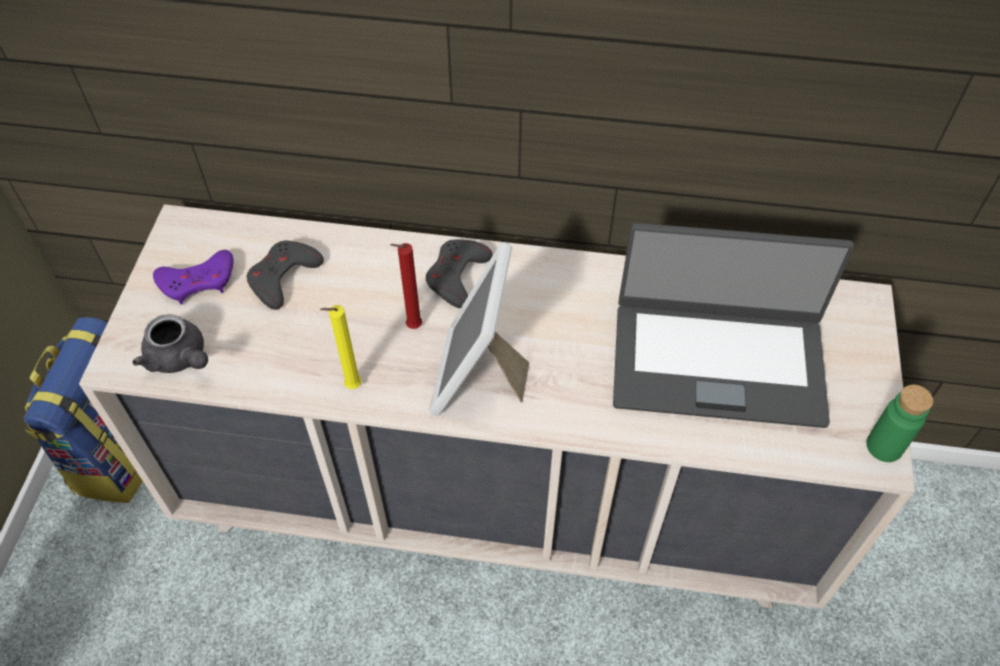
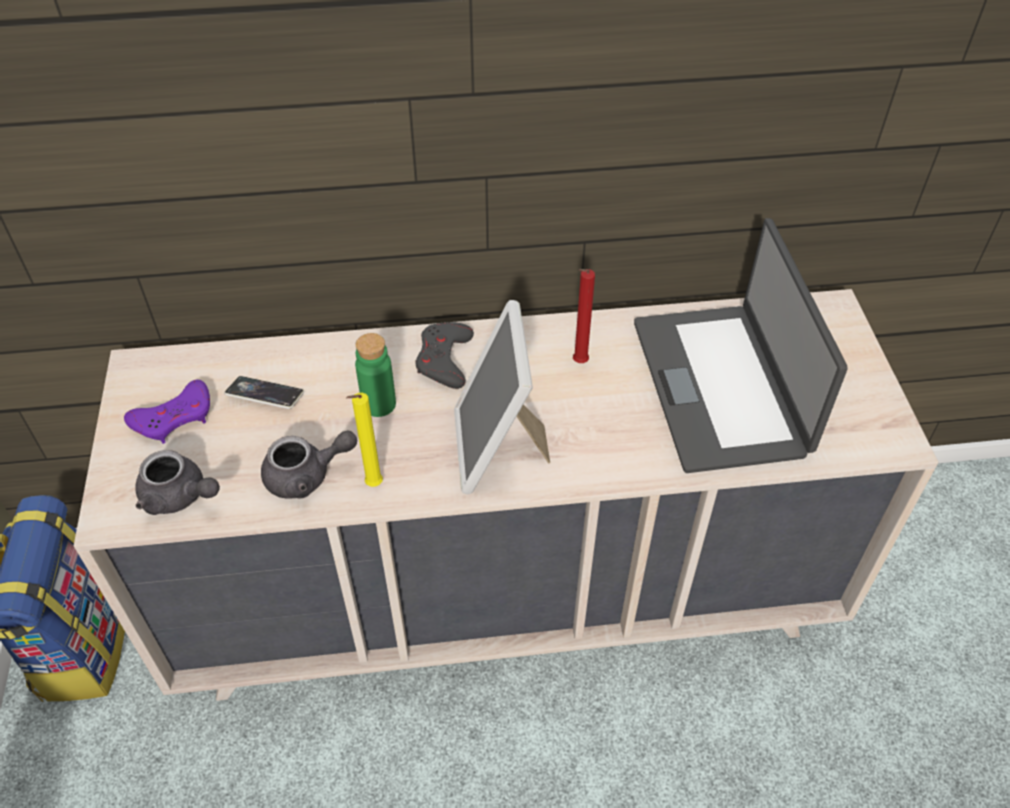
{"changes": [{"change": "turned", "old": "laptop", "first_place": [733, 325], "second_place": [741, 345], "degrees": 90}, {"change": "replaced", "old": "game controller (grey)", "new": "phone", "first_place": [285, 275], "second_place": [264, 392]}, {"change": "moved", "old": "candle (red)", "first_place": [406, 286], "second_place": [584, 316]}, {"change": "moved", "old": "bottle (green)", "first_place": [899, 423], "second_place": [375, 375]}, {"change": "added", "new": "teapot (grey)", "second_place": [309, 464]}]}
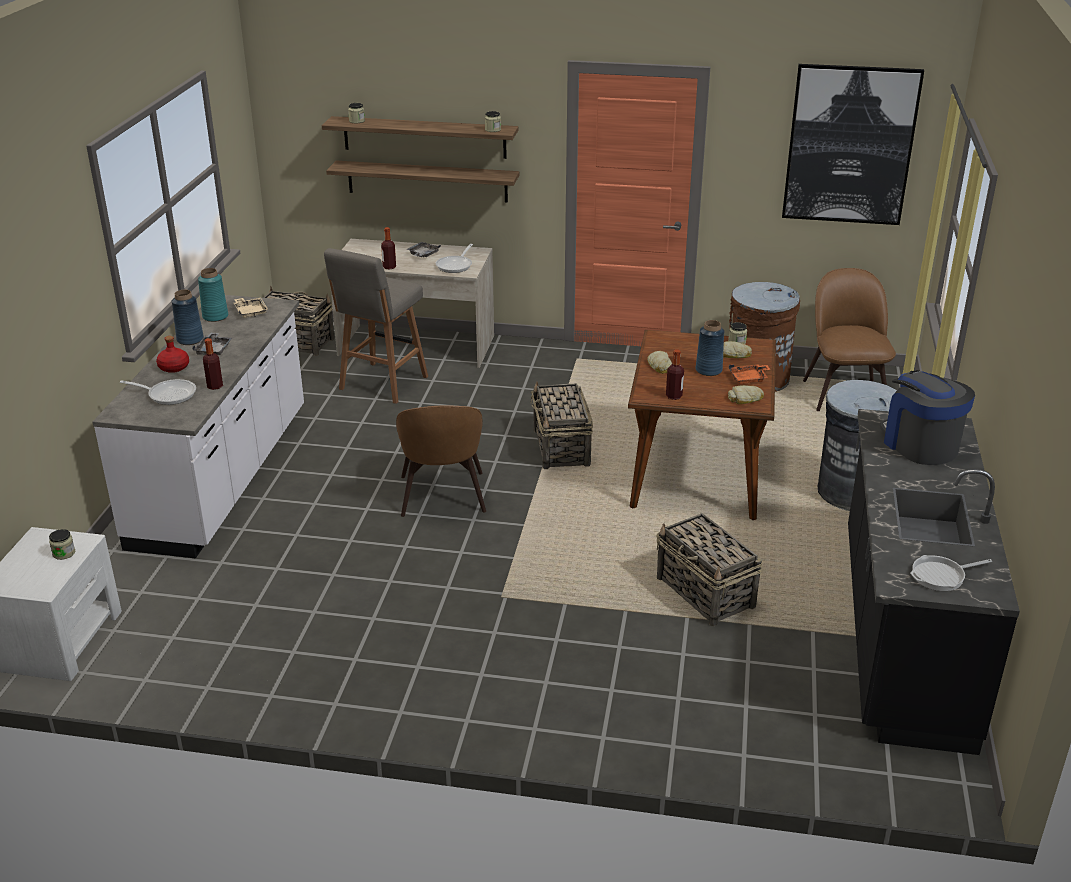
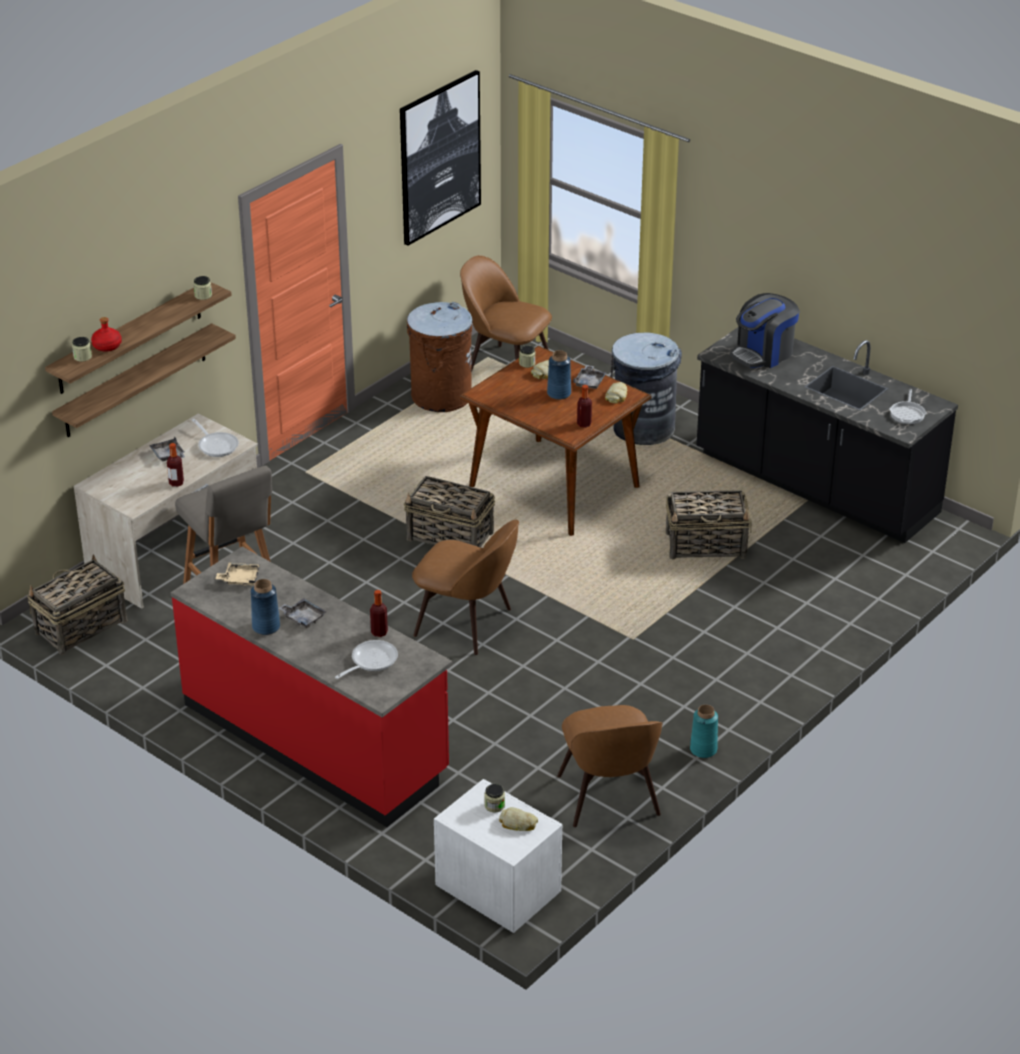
{"changes": [{"change": "moved", "old": "vase (turquoise)", "first_place": [213, 295], "second_place": [704, 731]}, {"change": "recoloured", "old": "counter (white)", "new": "counter (red)", "first_place": [198, 426], "second_place": [311, 687]}, {"change": "moved", "old": "bottle (red)", "first_place": [172, 354], "second_place": [106, 334]}, {"change": "moved", "old": "bread", "first_place": [659, 362], "second_place": [518, 819]}, {"change": "recoloured", "old": "tray (orange)", "new": "tray (grey)", "first_place": [750, 374], "second_place": [590, 377]}, {"change": "turned", "old": "coffee machine", "first_place": [927, 417], "second_place": [765, 330], "degrees": -45}, {"change": "added", "new": "chair (brown)", "second_place": [610, 766]}]}
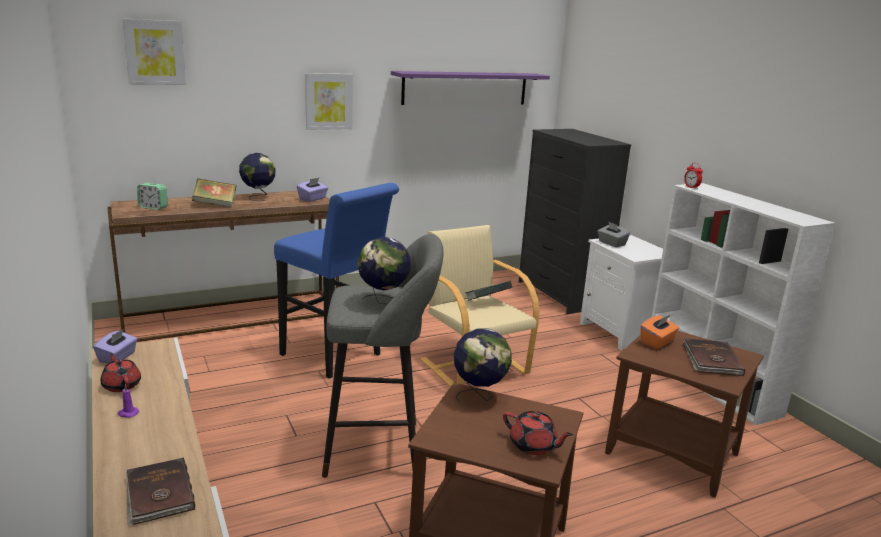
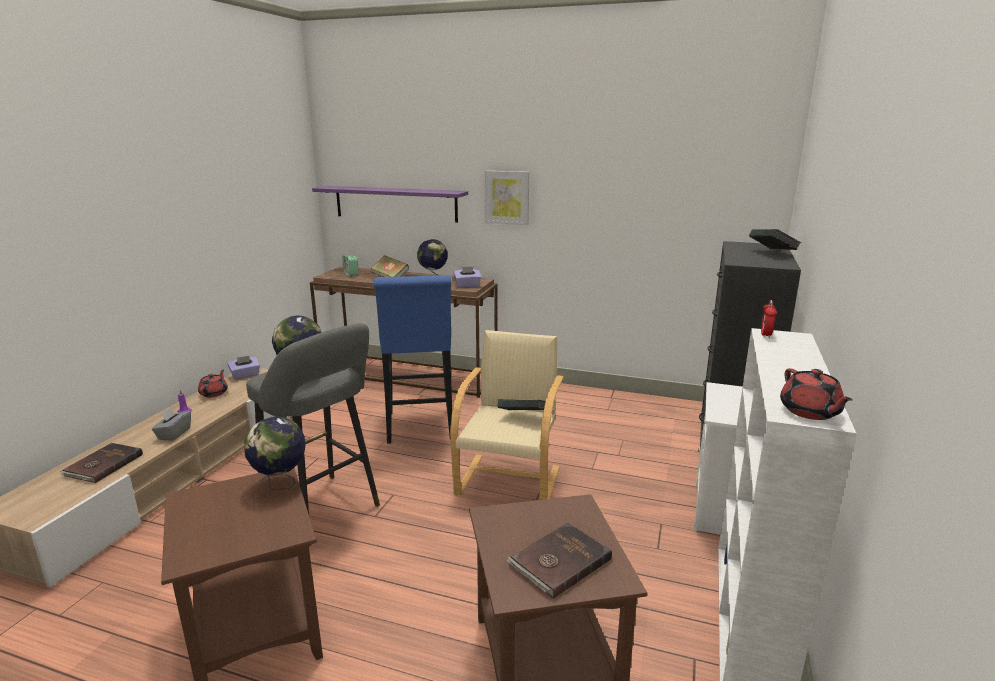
{"changes": [{"change": "removed", "old": "picture", "first_place": [154, 52]}, {"change": "moved", "old": "shelf (purple)", "first_place": [470, 88], "second_place": [390, 204]}, {"change": "moved", "old": "tissue box (grey)", "first_place": [613, 234], "second_place": [171, 424]}, {"change": "removed", "old": "tissue box (orange)", "first_place": [659, 332]}, {"change": "moved", "old": "teapot (red)", "first_place": [538, 433], "second_place": [816, 394]}, {"change": "added", "new": "book", "second_place": [775, 239]}]}
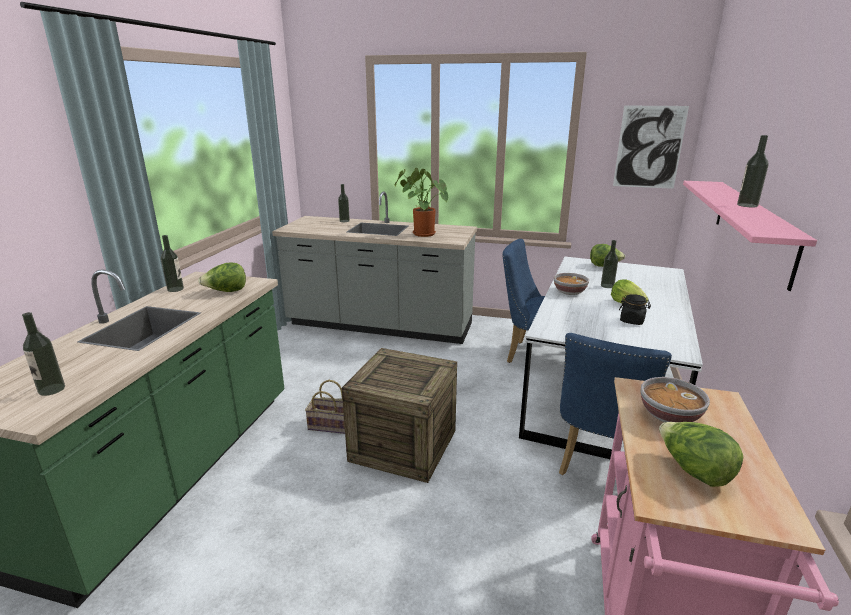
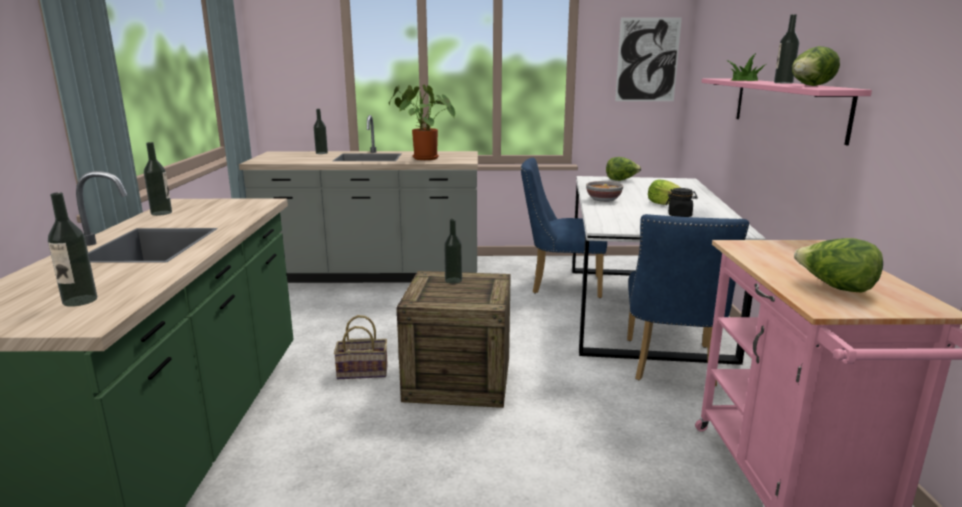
{"changes": [{"change": "moved", "old": "bottle", "first_place": [609, 264], "second_place": [453, 251]}, {"change": "moved", "old": "lettuce", "first_place": [222, 277], "second_place": [816, 66]}, {"change": "removed", "old": "bowl", "first_place": [675, 399]}, {"change": "added", "new": "potted plant", "second_place": [746, 67]}]}
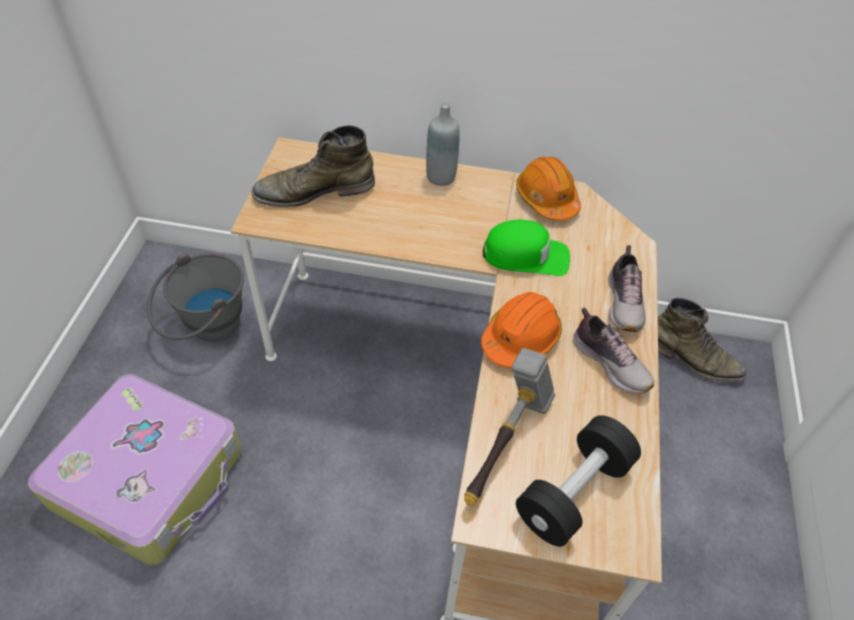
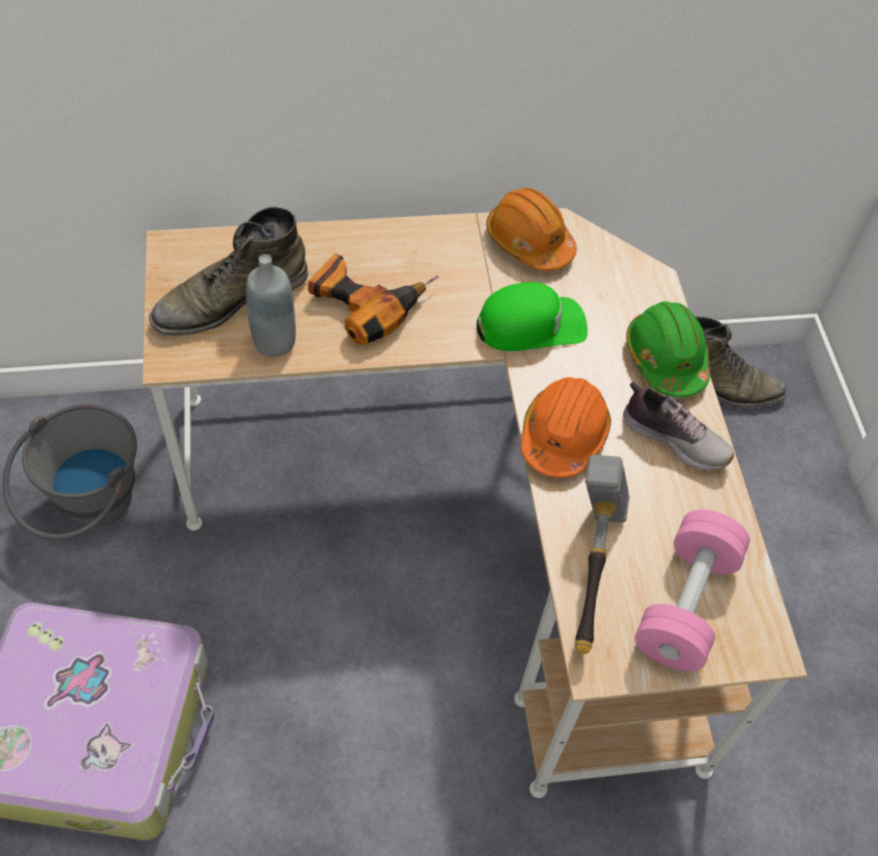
{"changes": [{"change": "moved", "old": "bottle (grey)", "first_place": [443, 144], "second_place": [271, 305]}, {"change": "replaced", "old": "shoe", "new": "hard hat (green)", "first_place": [627, 288], "second_place": [668, 349]}, {"change": "recoloured", "old": "dumbbell (black)", "new": "dumbbell (pink)", "first_place": [578, 481], "second_place": [692, 590]}, {"change": "added", "new": "power drill", "second_place": [373, 299]}]}
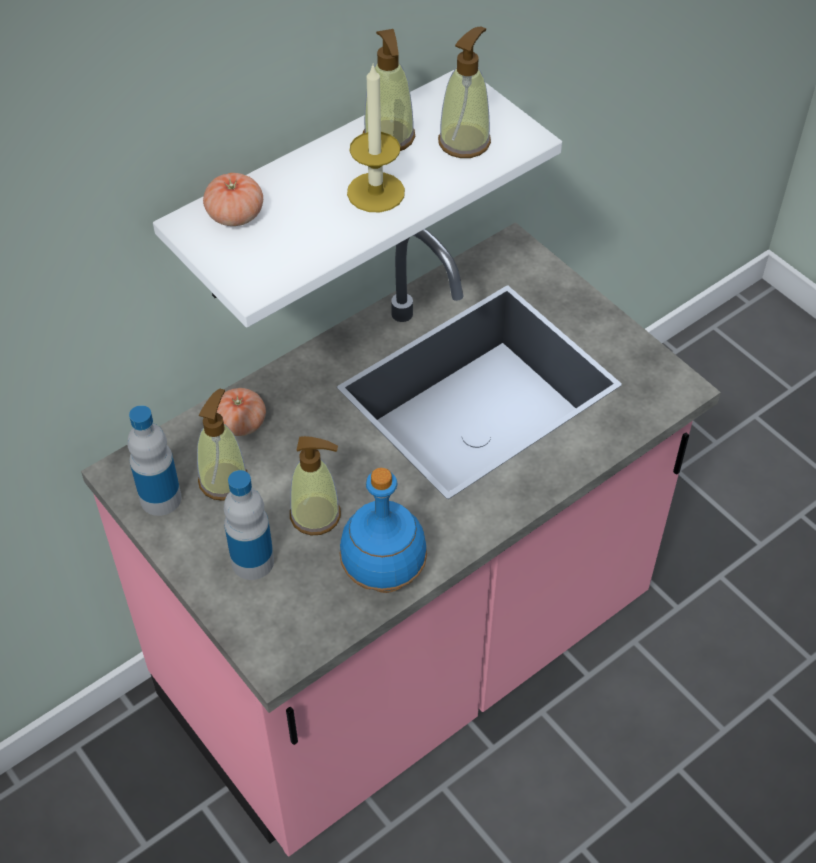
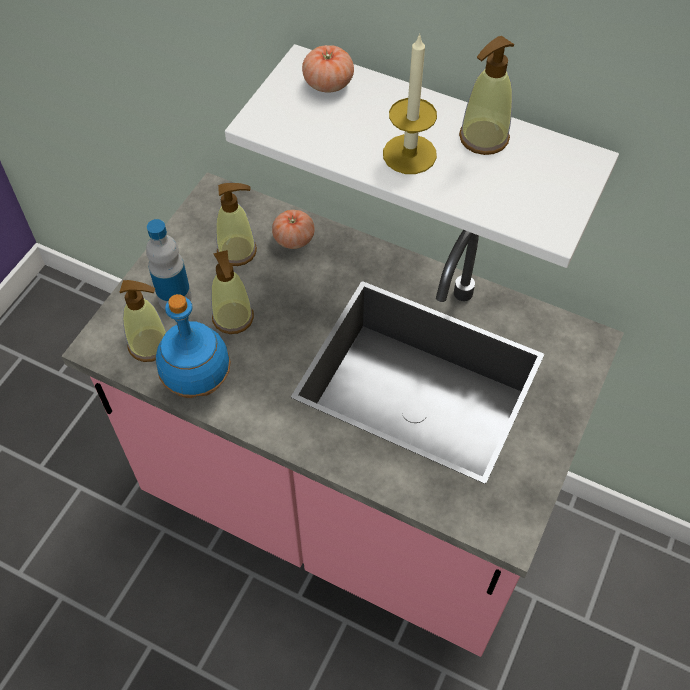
{"changes": [{"change": "moved", "old": "soap dispenser", "first_place": [464, 92], "second_place": [143, 321]}, {"change": "removed", "old": "bottle", "first_place": [154, 460]}]}
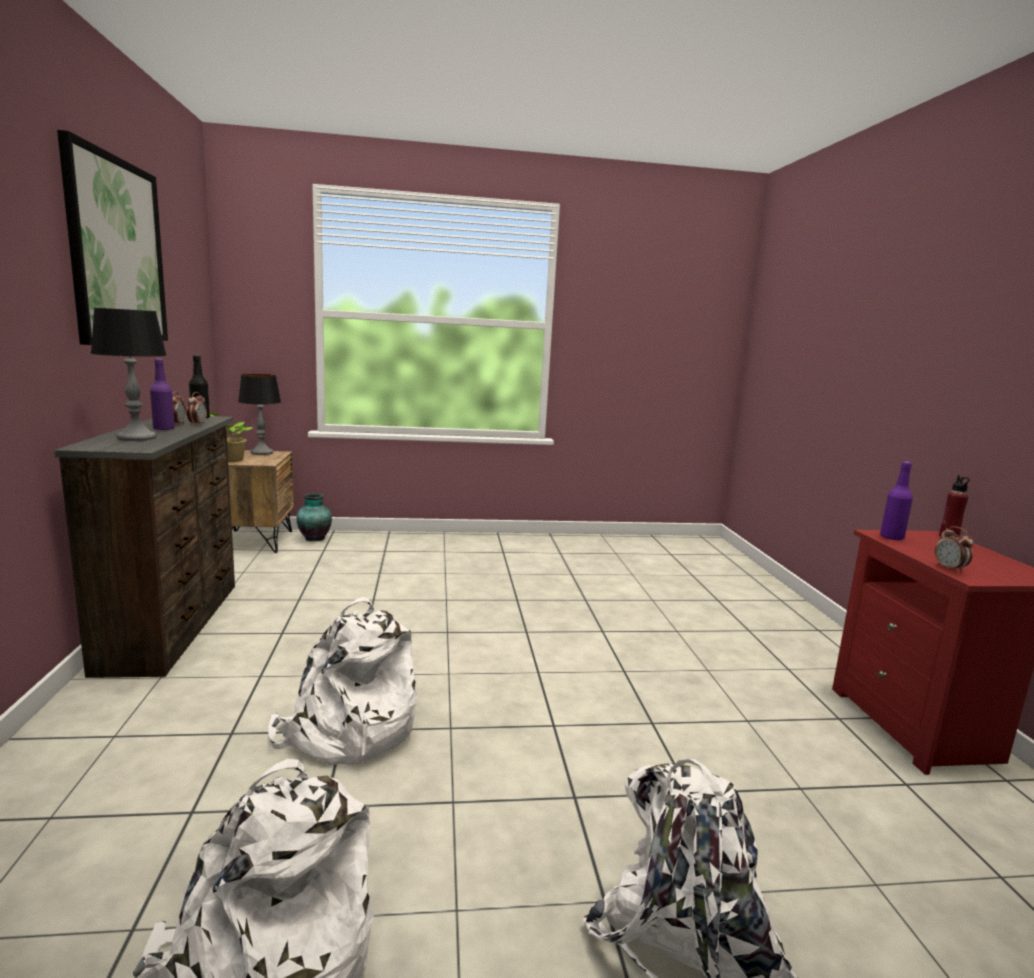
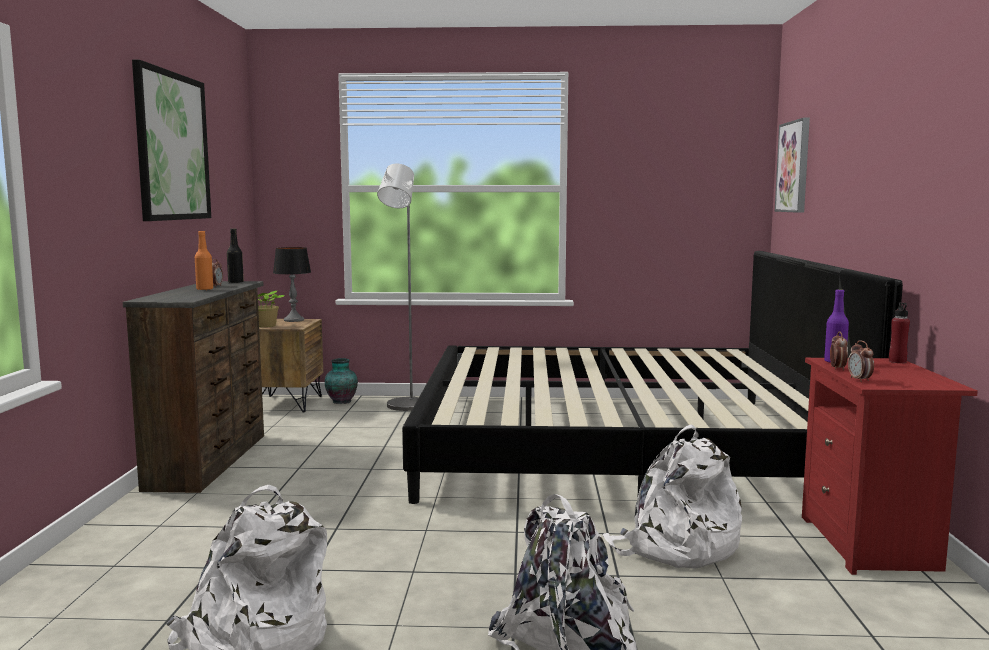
{"changes": [{"change": "removed", "old": "table lamp", "first_place": [129, 374]}, {"change": "recoloured", "old": "bottle (purple)", "new": "bottle (orange)", "first_place": [162, 394], "second_place": [204, 260]}, {"change": "moved", "old": "alarm clock", "first_place": [197, 408], "second_place": [839, 351]}, {"change": "moved", "old": "backpack (white)", "first_place": [343, 681], "second_place": [672, 496]}, {"change": "added", "new": "picture", "second_place": [792, 165]}, {"change": "added", "new": "floor lamp (grey)", "second_place": [398, 287]}, {"change": "added", "new": "bed", "second_place": [652, 377]}]}
